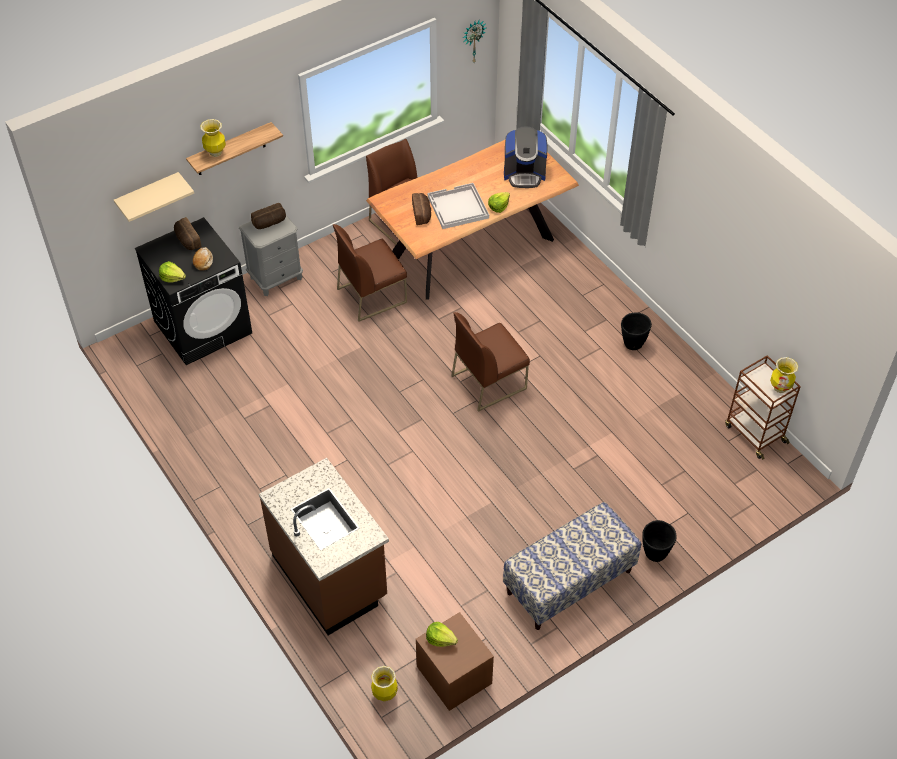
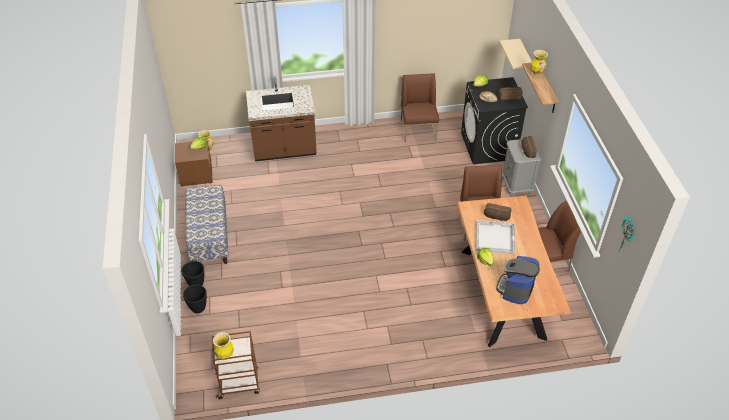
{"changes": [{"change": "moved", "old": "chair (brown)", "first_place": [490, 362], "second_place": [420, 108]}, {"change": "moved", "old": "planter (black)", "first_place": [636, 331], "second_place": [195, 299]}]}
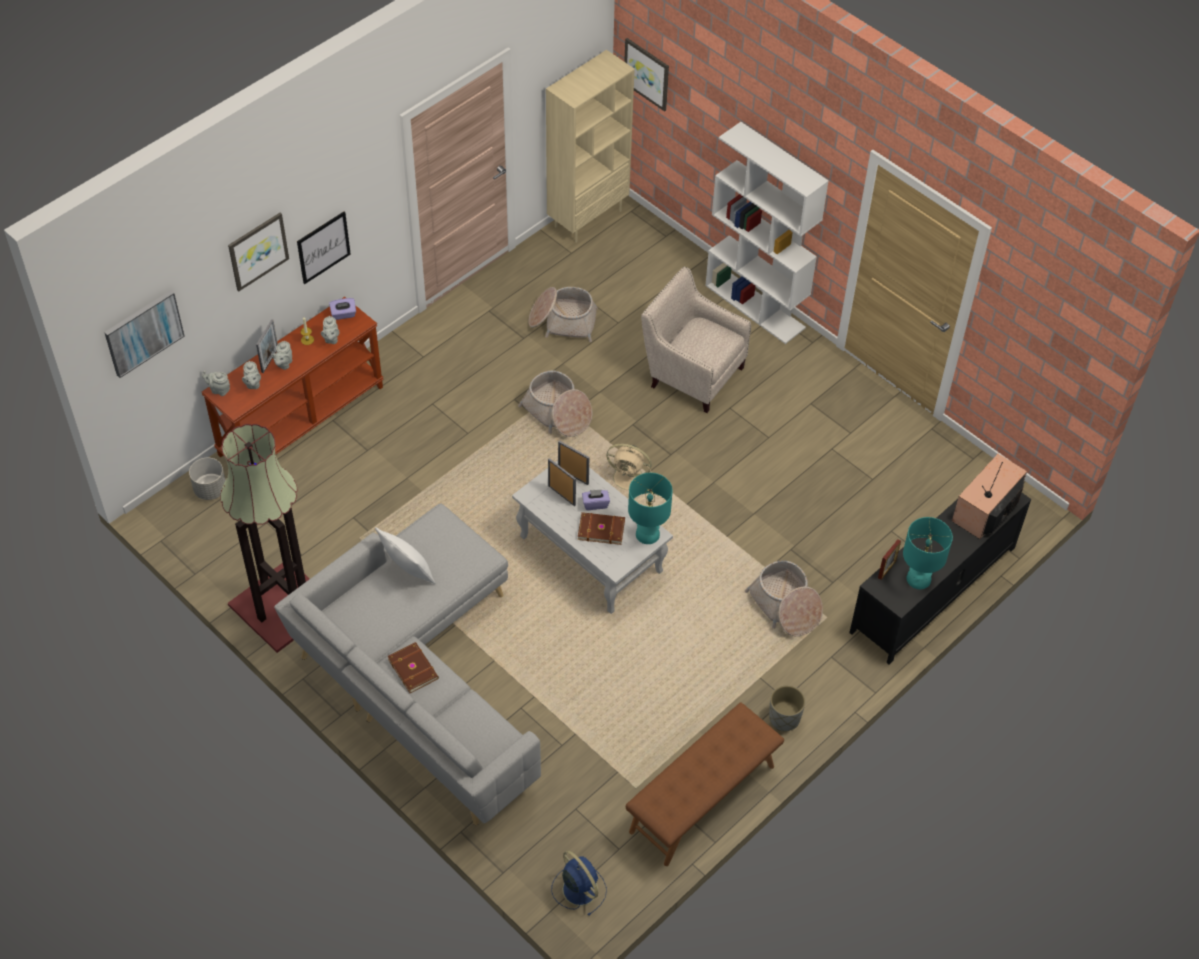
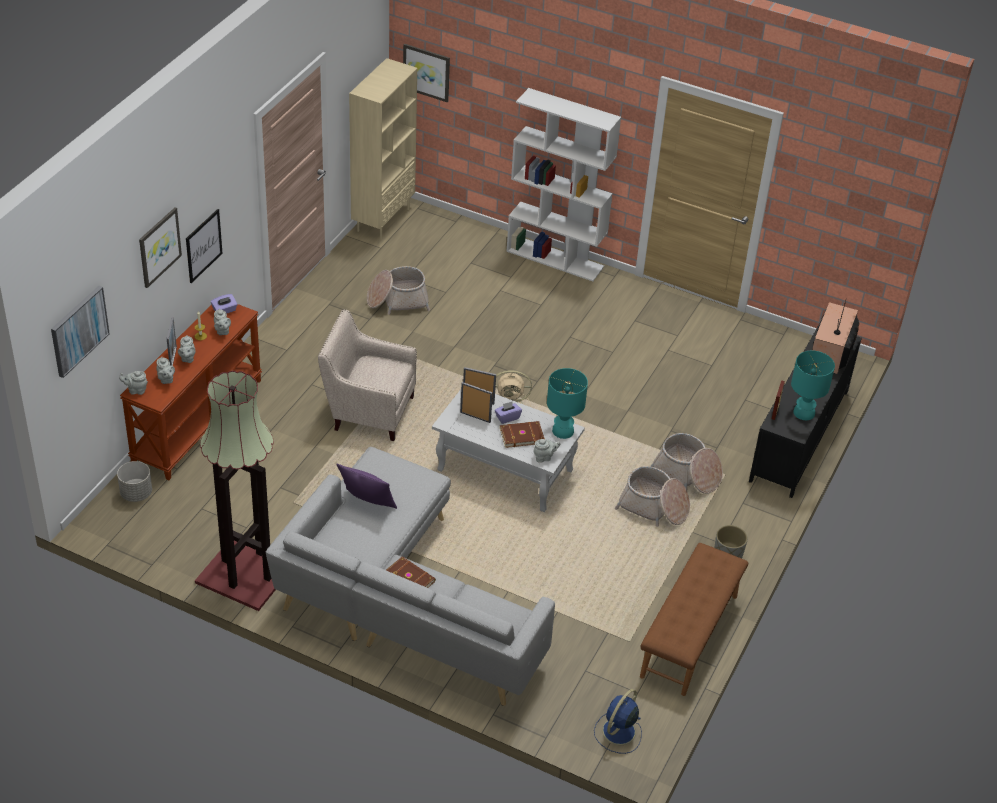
{"changes": [{"change": "moved", "old": "armchair (beige)", "first_place": [696, 340], "second_place": [367, 375]}, {"change": "moved", "old": "basket", "first_place": [555, 403], "second_place": [652, 496]}, {"change": "recoloured", "old": "pillow (white)", "new": "pillow (purple)", "first_place": [405, 555], "second_place": [367, 486]}, {"change": "turned", "old": "fan (blue)", "first_place": [579, 883], "second_place": [618, 721], "degrees": -90}, {"change": "added", "new": "teapot (grey)", "second_place": [546, 451]}]}
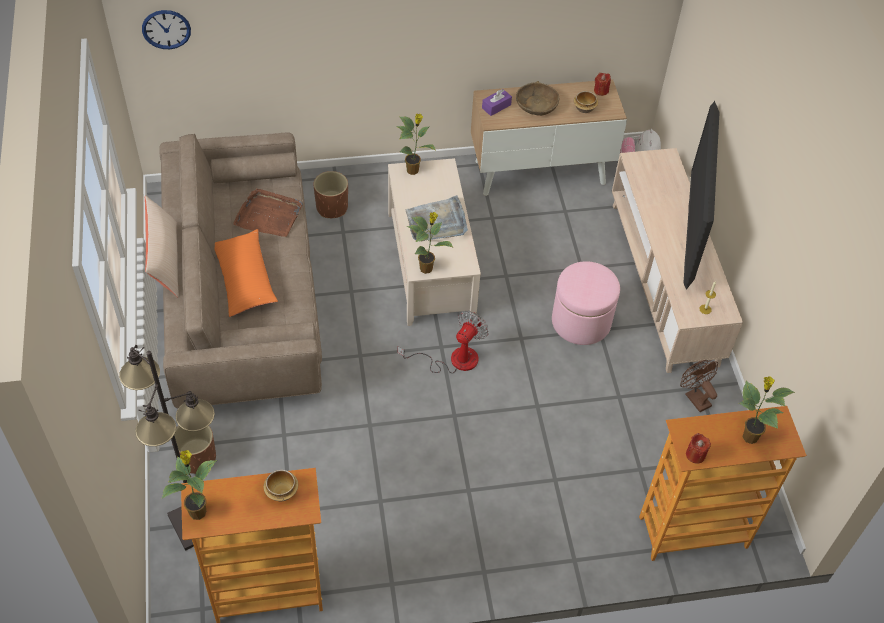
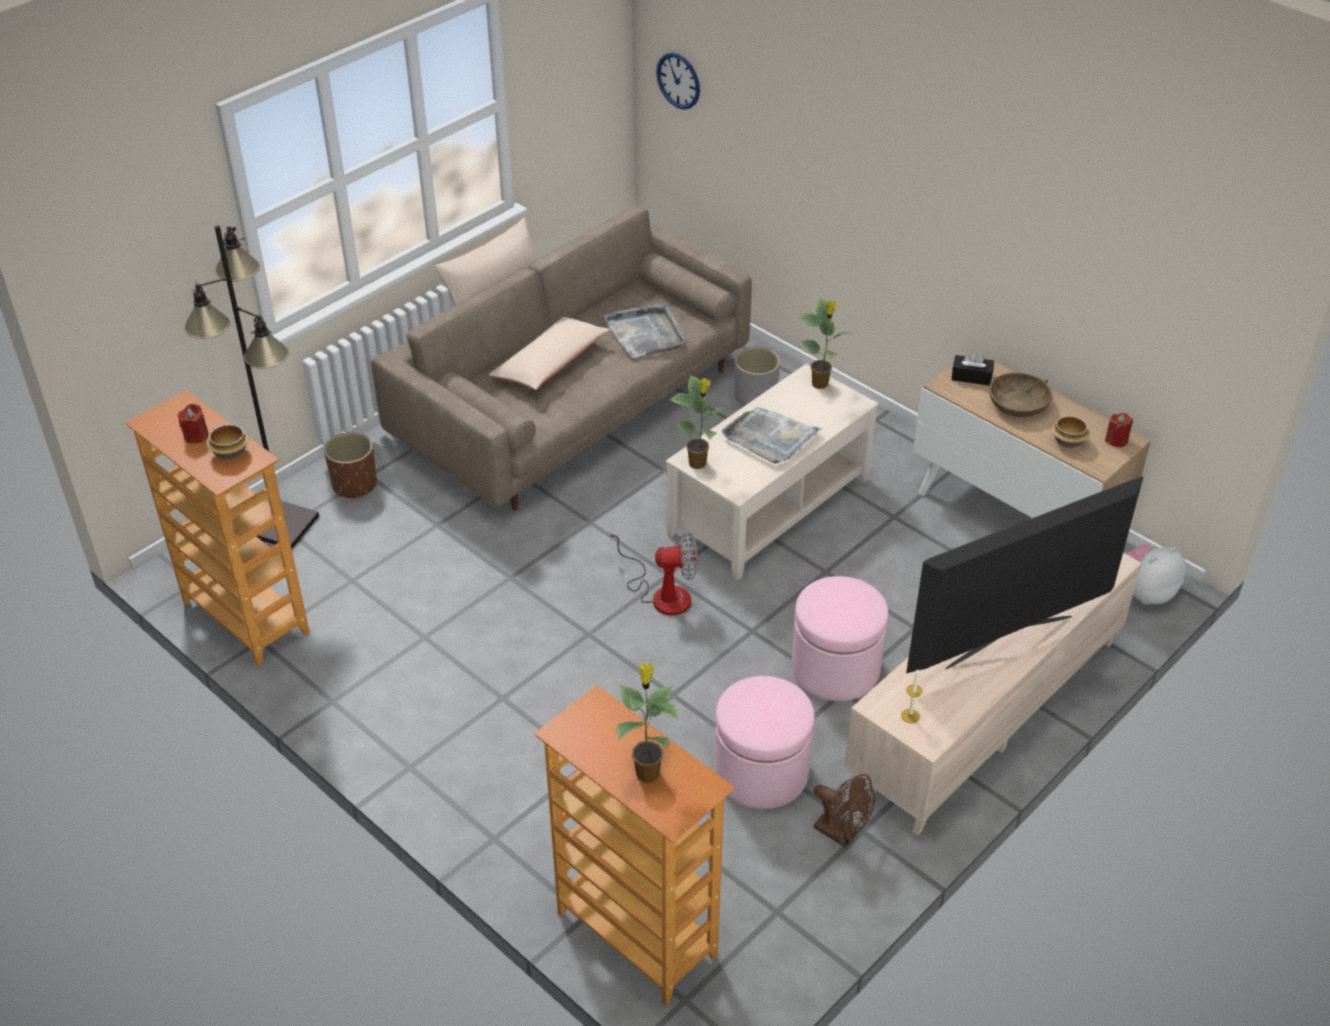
{"changes": [{"change": "recoloured", "old": "tissue box (purple)", "new": "tissue box (black)", "first_place": [497, 102], "second_place": [972, 368]}, {"change": "recoloured", "old": "planter (brown)", "new": "planter (grey)", "first_place": [330, 194], "second_place": [757, 376]}, {"change": "recoloured", "old": "tray (brown)", "new": "tray (grey)", "first_place": [268, 213], "second_place": [645, 331]}, {"change": "recoloured", "old": "pillow (orange)", "new": "pillow (beige)", "first_place": [246, 273], "second_place": [549, 353]}, {"change": "turned", "old": "fan (brown)", "first_place": [699, 386], "second_place": [844, 810], "degrees": 105}, {"change": "moved", "old": "candle (red)", "first_place": [698, 448], "second_place": [193, 424]}, {"change": "removed", "old": "potted plant", "first_place": [189, 485]}, {"change": "added", "new": "ottoman (pink)", "second_place": [764, 742]}]}
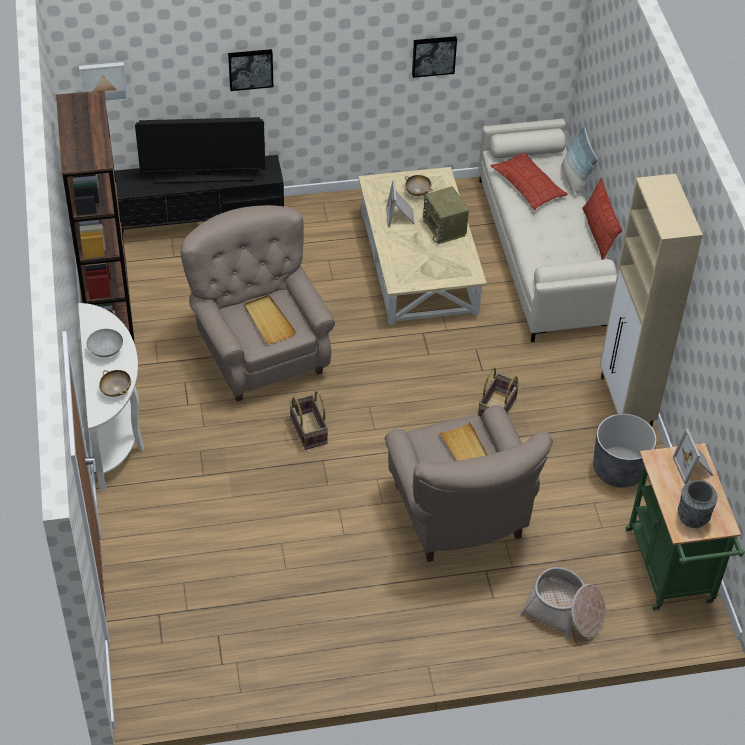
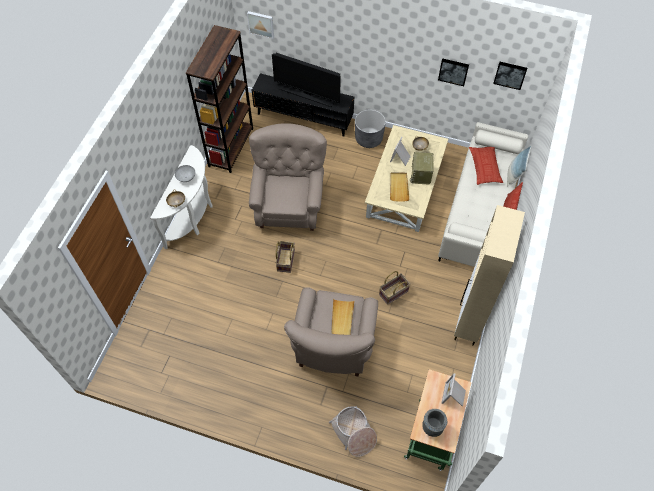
{"changes": [{"change": "moved", "old": "picture", "first_place": [250, 70], "second_place": [510, 76]}, {"change": "moved", "old": "tray (beige)", "first_place": [270, 319], "second_place": [399, 187]}, {"change": "moved", "old": "planter (grey)", "first_place": [625, 451], "second_place": [370, 128]}]}
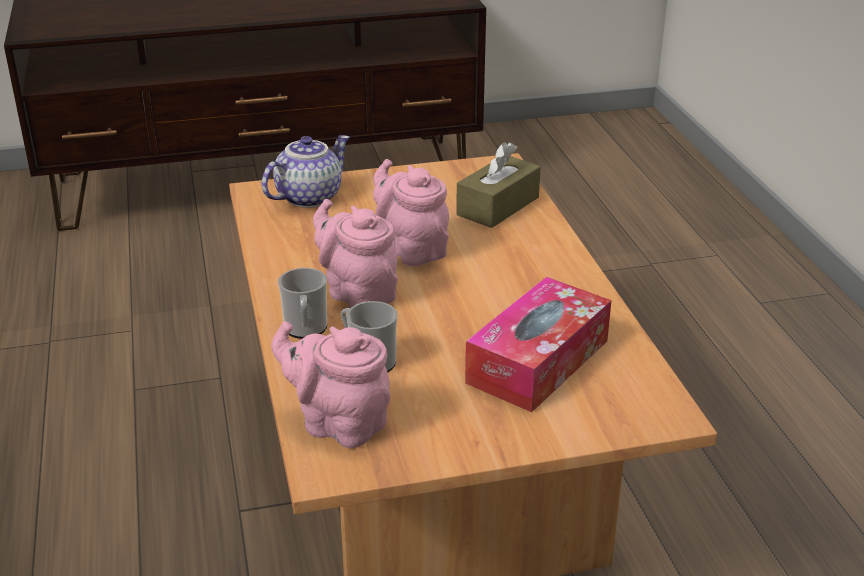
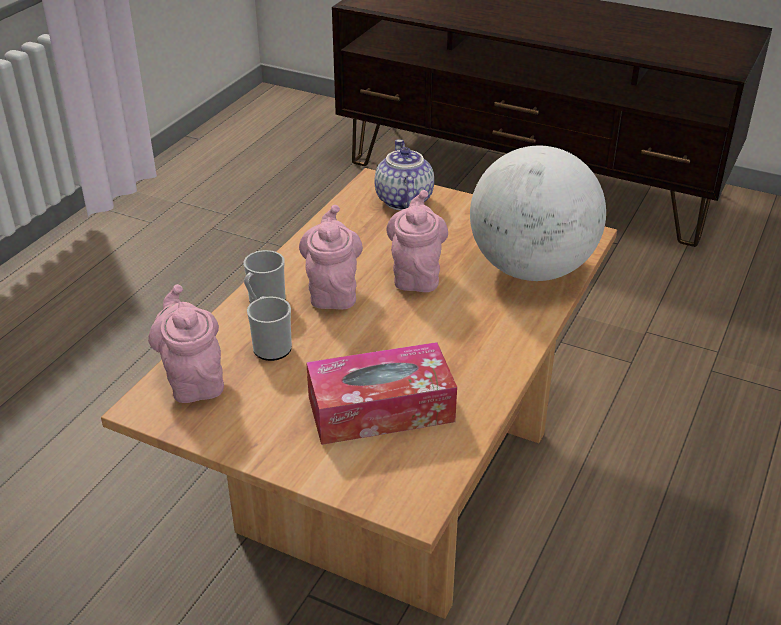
{"changes": [{"change": "turned", "old": "teapot", "first_place": [306, 171], "second_place": [404, 174], "degrees": -90}, {"change": "replaced", "old": "tissue box (brown)", "new": "globe", "first_place": [498, 185], "second_place": [538, 213]}]}
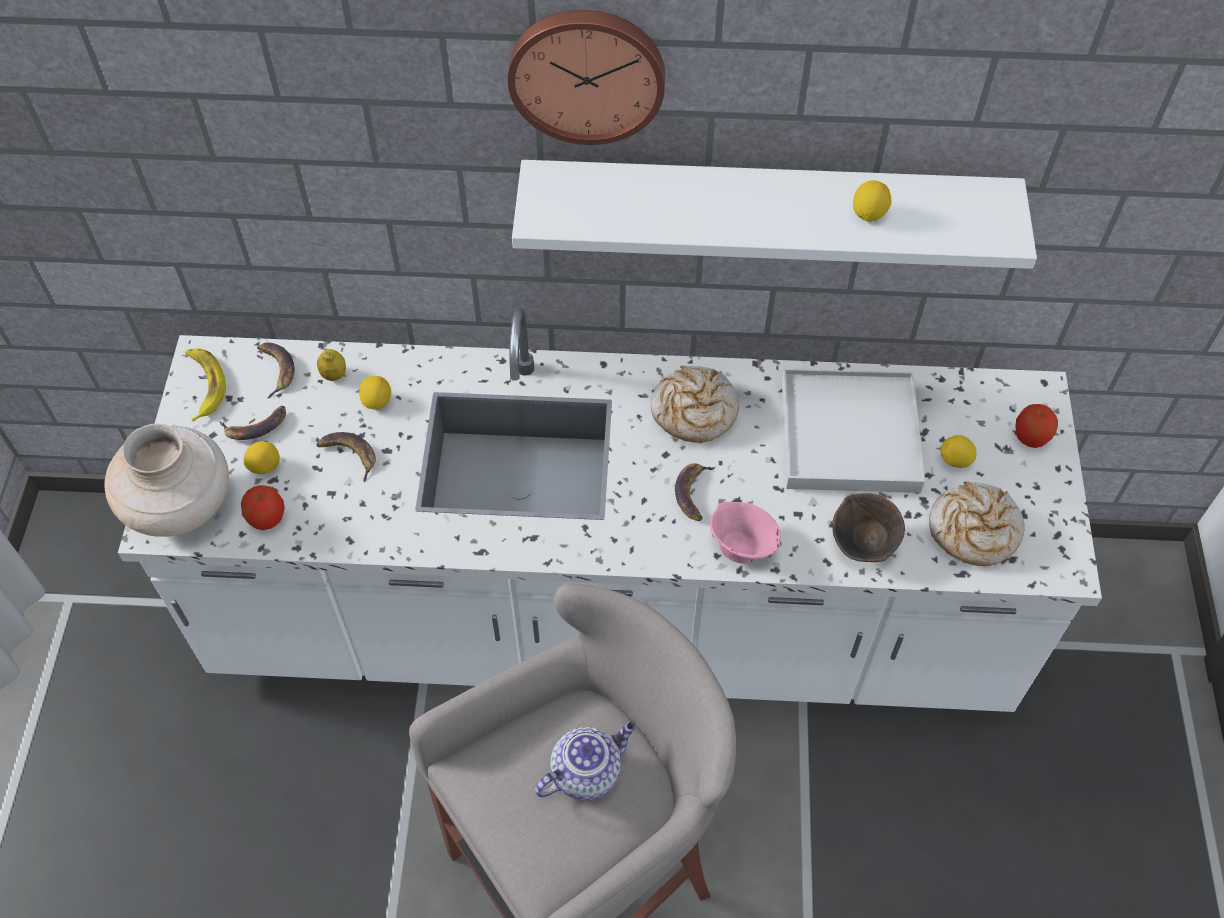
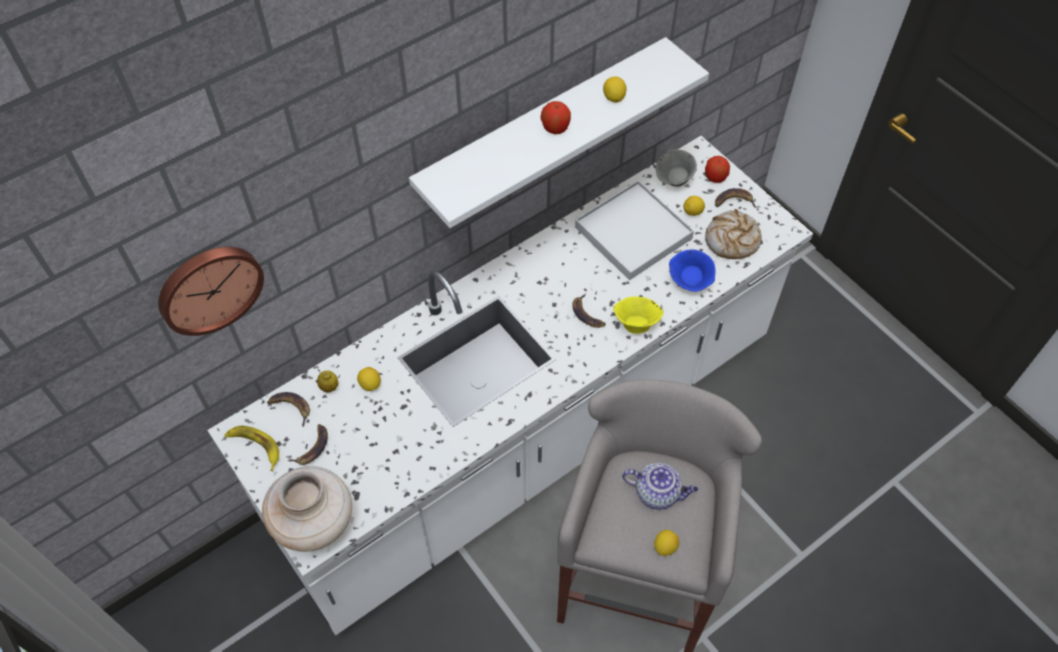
{"changes": [{"change": "moved", "old": "wall clock", "first_place": [586, 77], "second_place": [211, 291]}, {"change": "removed", "old": "bread", "first_place": [695, 404]}, {"change": "moved", "old": "banana", "first_place": [346, 457], "second_place": [736, 198]}, {"change": "moved", "old": "lemon", "first_place": [261, 457], "second_place": [666, 543]}, {"change": "moved", "old": "apple", "first_place": [263, 507], "second_place": [556, 117]}, {"change": "recoloured", "old": "bowl (brown)", "new": "bowl (blue)", "first_place": [868, 527], "second_place": [692, 271]}, {"change": "recoloured", "old": "bowl (pink)", "new": "bowl (yellow)", "first_place": [745, 533], "second_place": [638, 315]}, {"change": "turned", "old": "teapot", "first_place": [585, 761], "second_place": [660, 486], "degrees": 90}, {"change": "added", "new": "bowl (grey)", "second_place": [676, 168]}]}
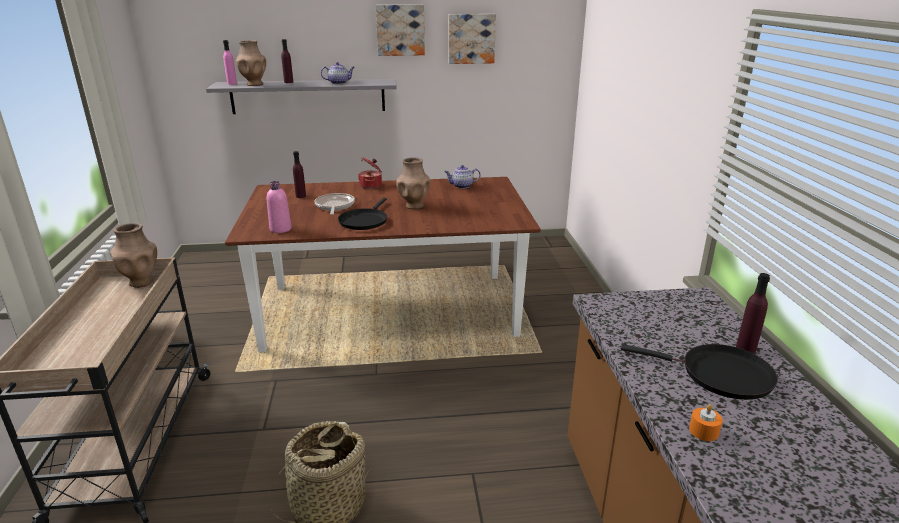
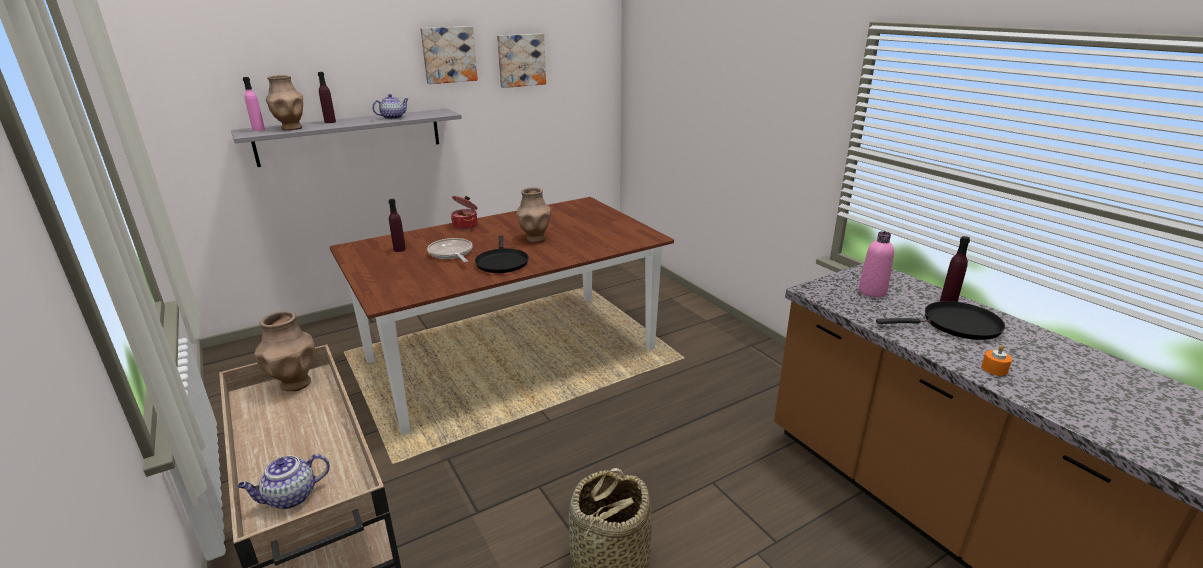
{"changes": [{"change": "moved", "old": "teapot", "first_place": [462, 177], "second_place": [283, 481]}, {"change": "moved", "old": "bottle (pink)", "first_place": [279, 207], "second_place": [876, 264]}]}
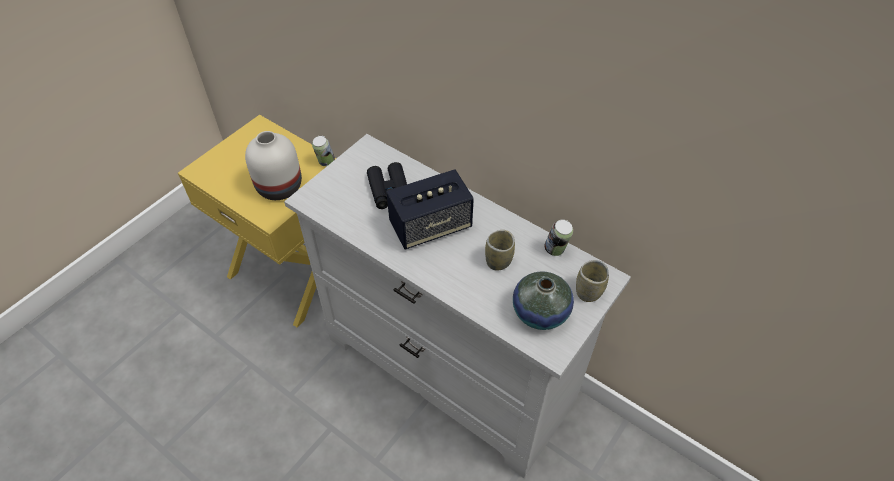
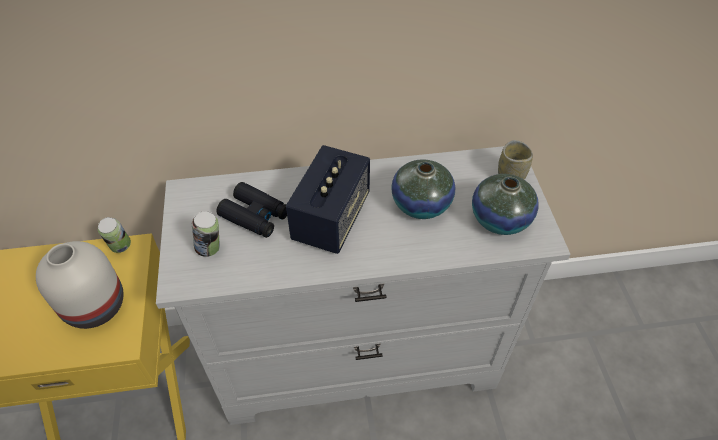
{"changes": [{"change": "moved", "old": "can", "first_place": [558, 237], "second_place": [206, 234]}, {"change": "replaced", "old": "cup", "new": "vase", "first_place": [500, 250], "second_place": [423, 189]}]}
